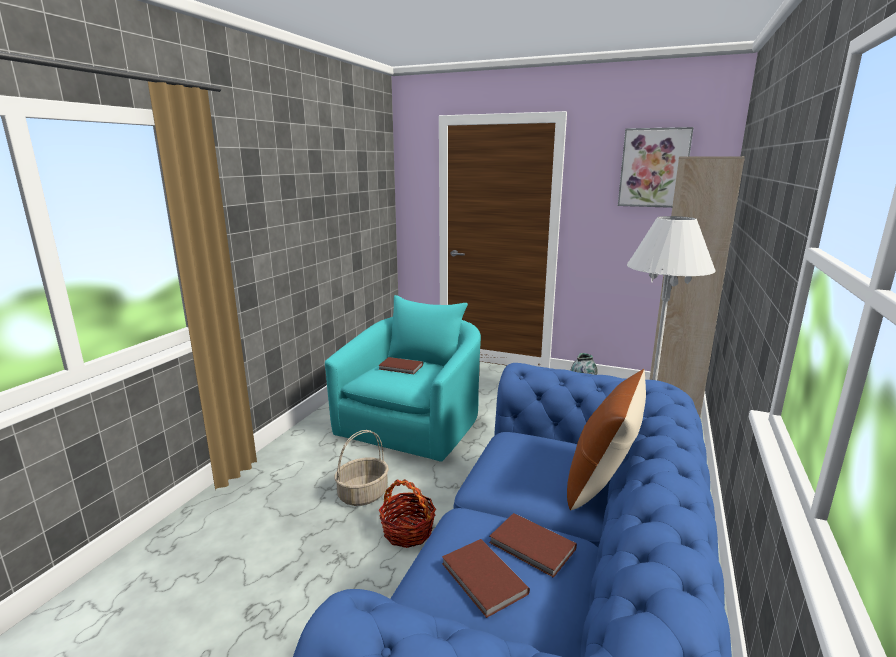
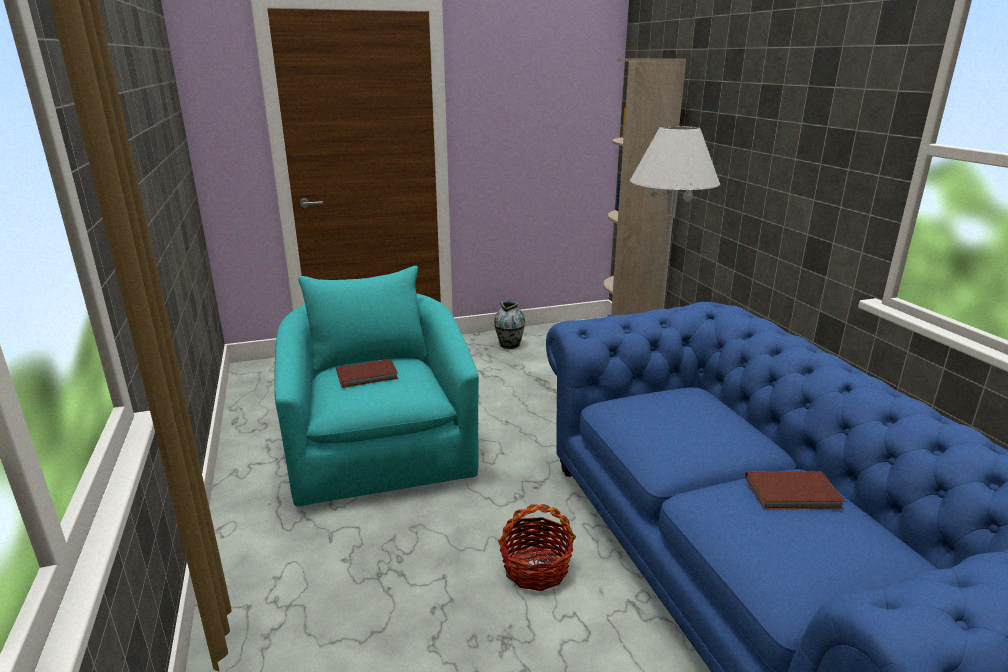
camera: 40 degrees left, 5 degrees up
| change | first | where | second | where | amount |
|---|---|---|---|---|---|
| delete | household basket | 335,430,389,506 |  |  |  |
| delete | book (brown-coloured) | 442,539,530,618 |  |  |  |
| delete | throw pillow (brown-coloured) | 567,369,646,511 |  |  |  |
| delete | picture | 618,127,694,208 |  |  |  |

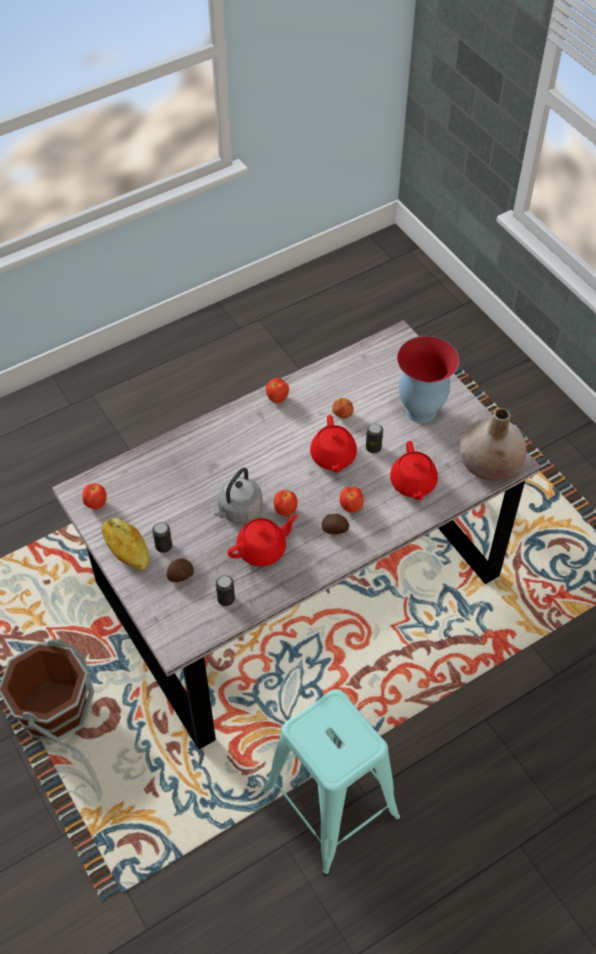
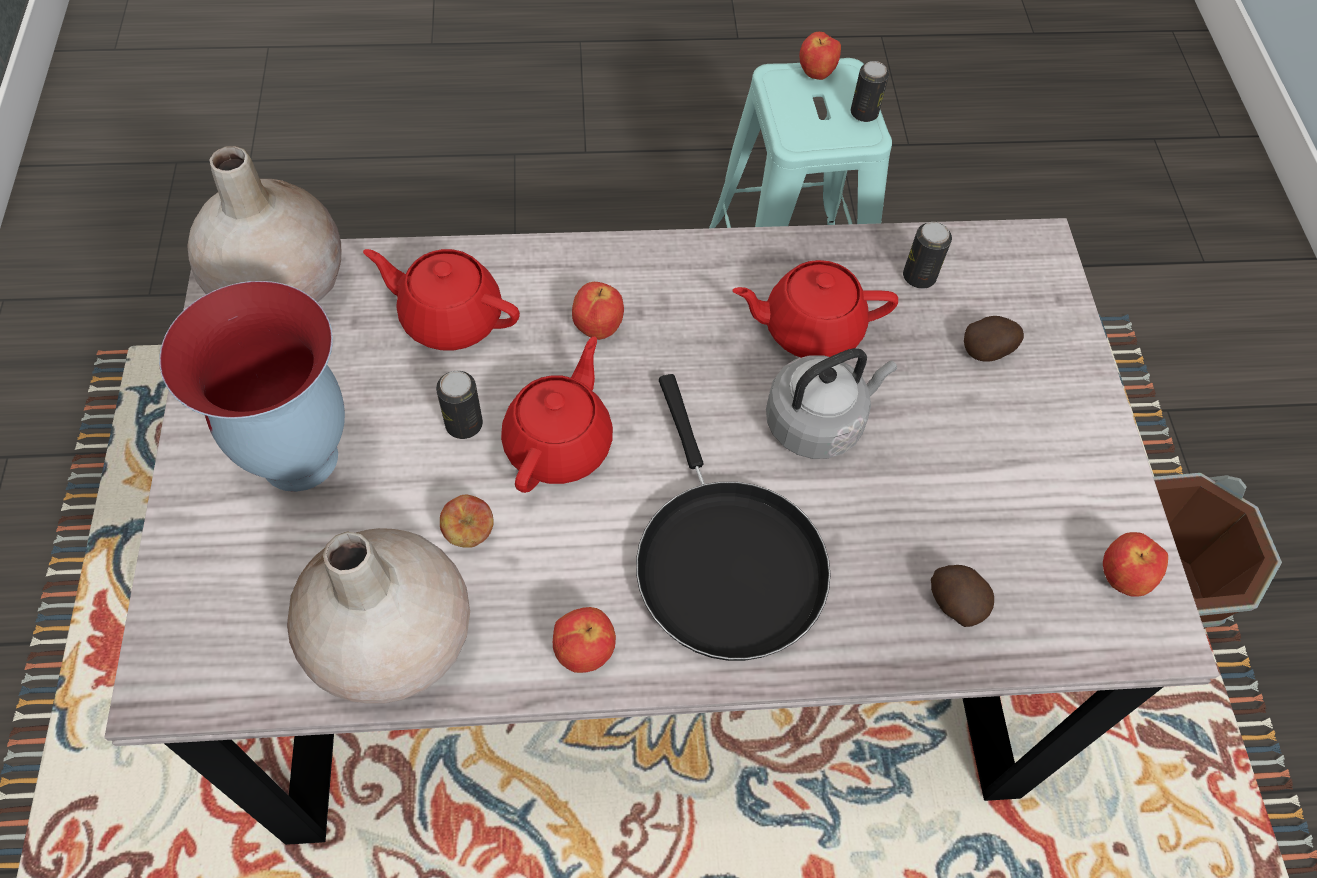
camera: 155 degrees left, 5 degrees up
| change | first | where | second | where | amount |
|---|---|---|---|---|---|
| delete | bread | 102,518,149,571 |  |  |  |
| insert |  |  | vase (beige) | 287,528,470,703 |  |
| insert |  |  | frying pan (black) | 636,374,831,661 |  |
| move | sealed can | 152,522,172,553 |  | 851,61,889,122 |  |
| move | whole apple | 274,490,298,516 |  | 799,32,841,80 |  |
| move | spud | 322,514,349,534 |  | 931,565,994,627 |  |
| rotate | pot for tea (red) | 390,441,438,500 |  | 363,249,520,351 | 90 degrees counterclockwise |

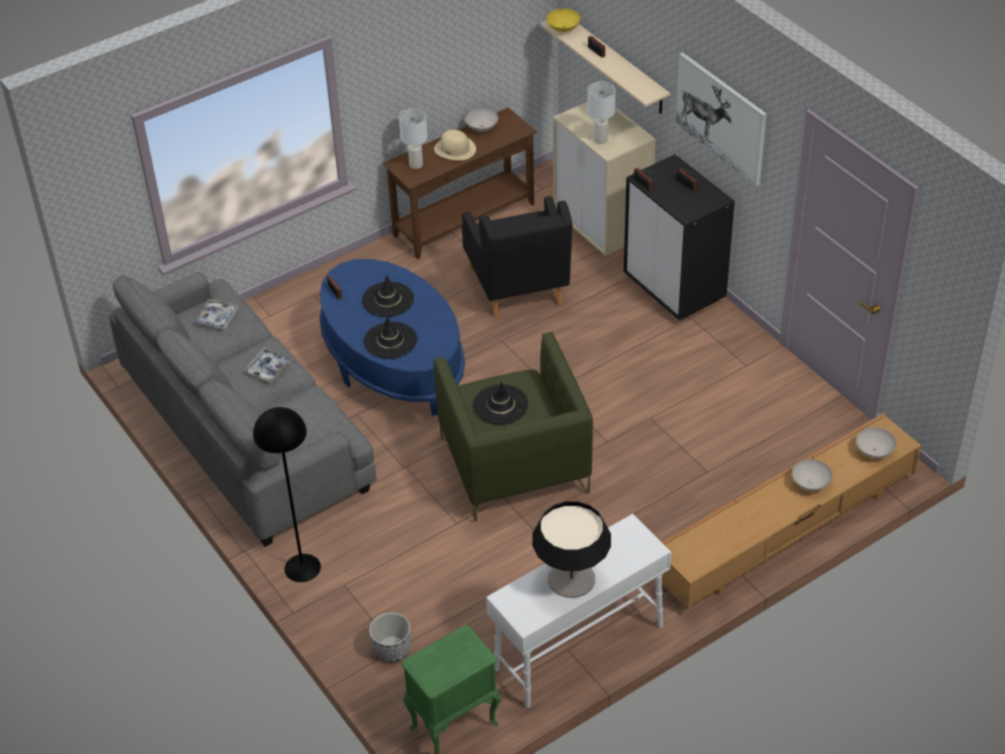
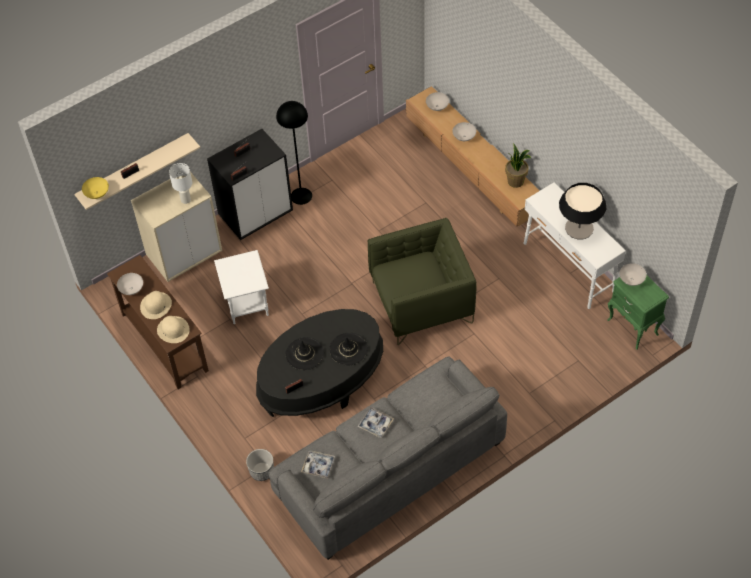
camera: 90 degrees left, 10 degrees up
| change | first | where | second | where | amount |
|---|---|---|---|---|---|
| delete | hat (black) | 473,382,528,425 |  |  |  |
| delete | picture | 676,52,767,186 |  |  |  |
| insert |  |  | plant in a pot | 505,144,531,188 |  |
| insert |  |  | bowl (whitish) | 620,263,646,286 |  |
| move | standing lamp (black) | 253,407,321,582 |  | 276,101,312,205 |  |
| move | planter | 369,612,411,662 |  | 246,449,274,481 |  |
| replace | table lamp (whitish) | 399,108,428,169 | hat (beige) | 157,316,190,343 |  |
| replace | easy chair (black) | 462,196,572,318 | accent table (whitish) | 214,250,269,324 |  |
| recolor | low table (blue-coloured) | 319,259,465,416 | low table (black) | 256,309,383,417 |  |

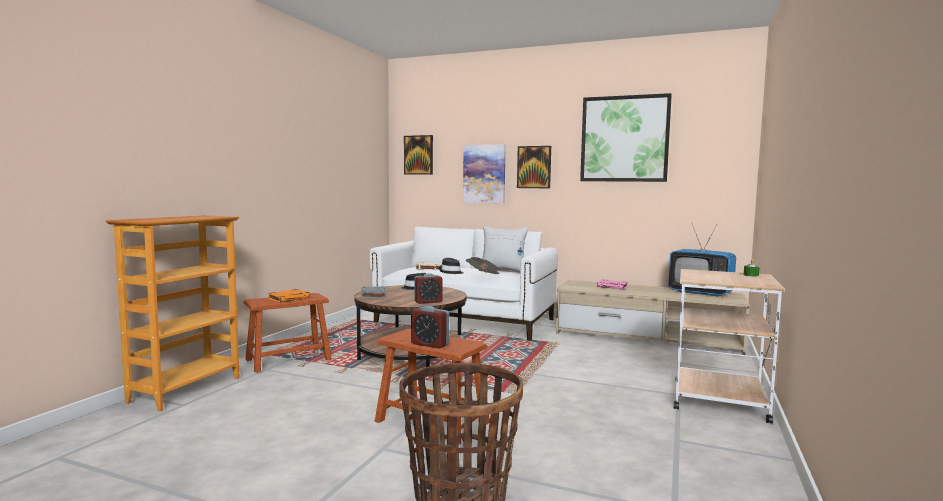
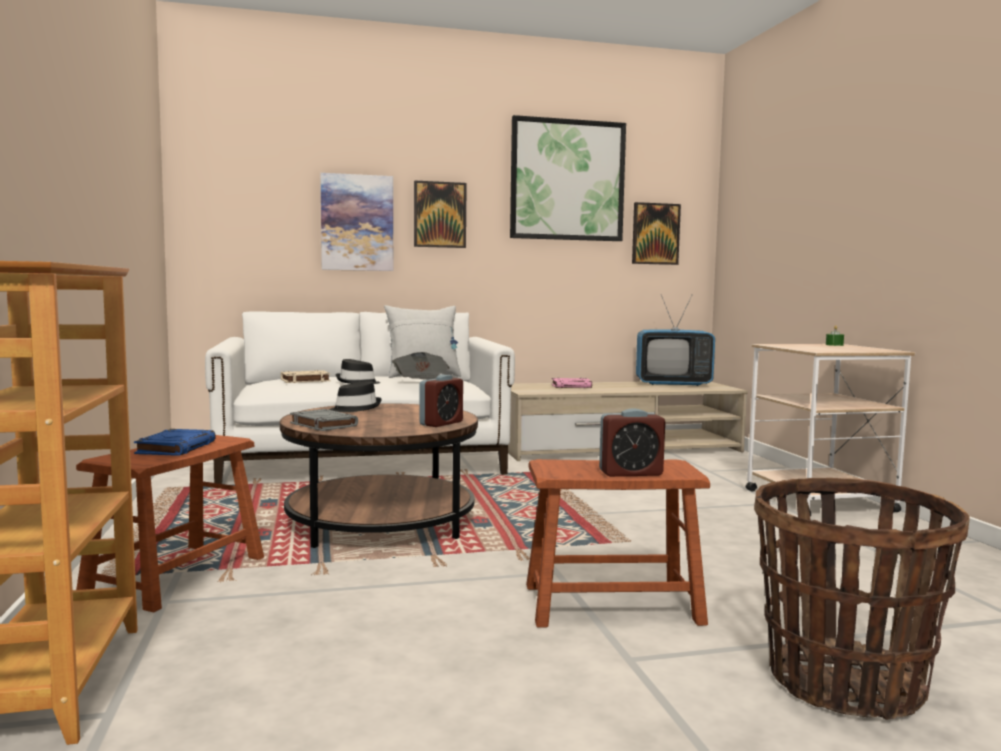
camera: 35 degrees left, 0 degrees up
| change | first | where | second | where | amount |
|---|---|---|---|---|---|
| move | picture | 404,135,433,175 |  | 632,202,681,265 |  |
| recolor | book (orange) | 268,289,310,302 | book (blue-coloured) | 134,429,216,456 |  |

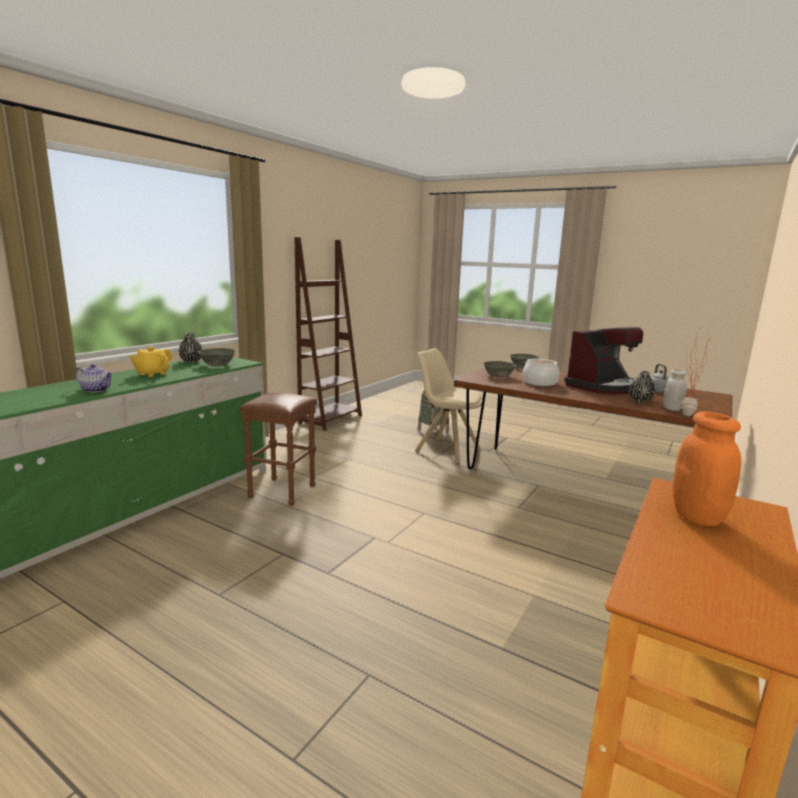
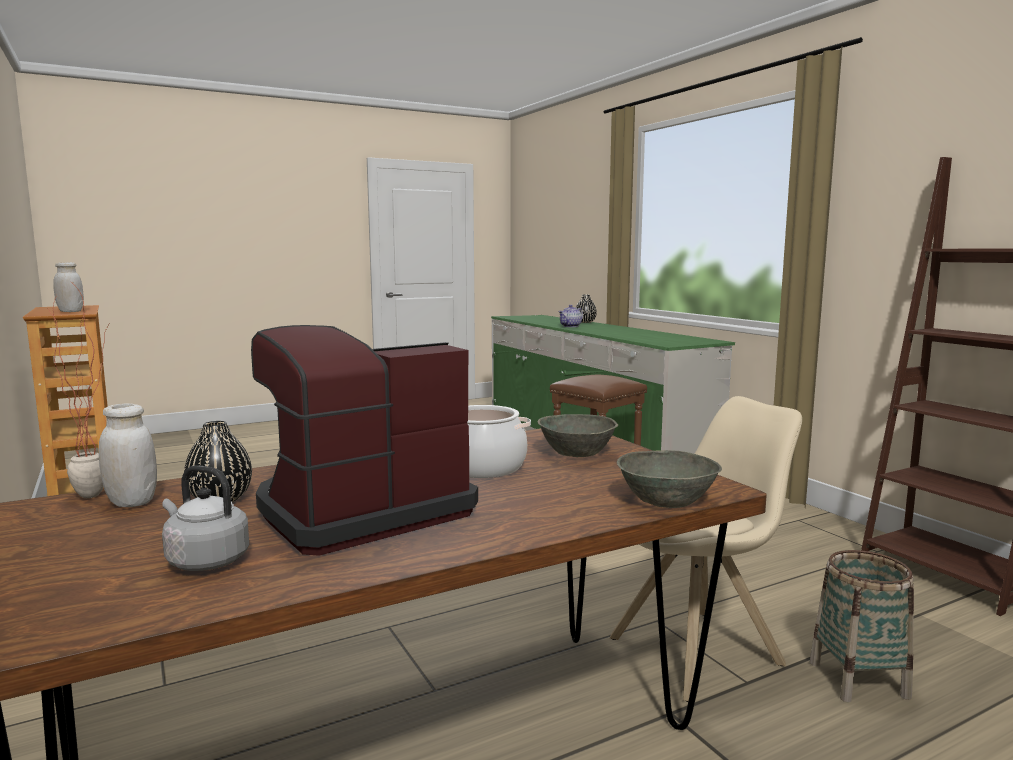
camera: 120 degrees right, 5 degrees down
| change | first | where | second | where | amount |
|---|---|---|---|---|---|
| delete | pot for tea (yellow-coloured) | 129,347,173,377 |  |  |  |
| delete | bowl (greyish) | 198,348,236,367 |  |  |  |
| move | vase (black) | 179,333,203,362 |  | 576,295,597,323 |  |
| recolor | storage jar (orange) | 673,411,741,526 | storage jar (whitish) | 53,262,84,312 |  |
| rotate | coffee brewer | 564,327,643,394 |  | 251,325,478,556 | 60 degrees clockwise |

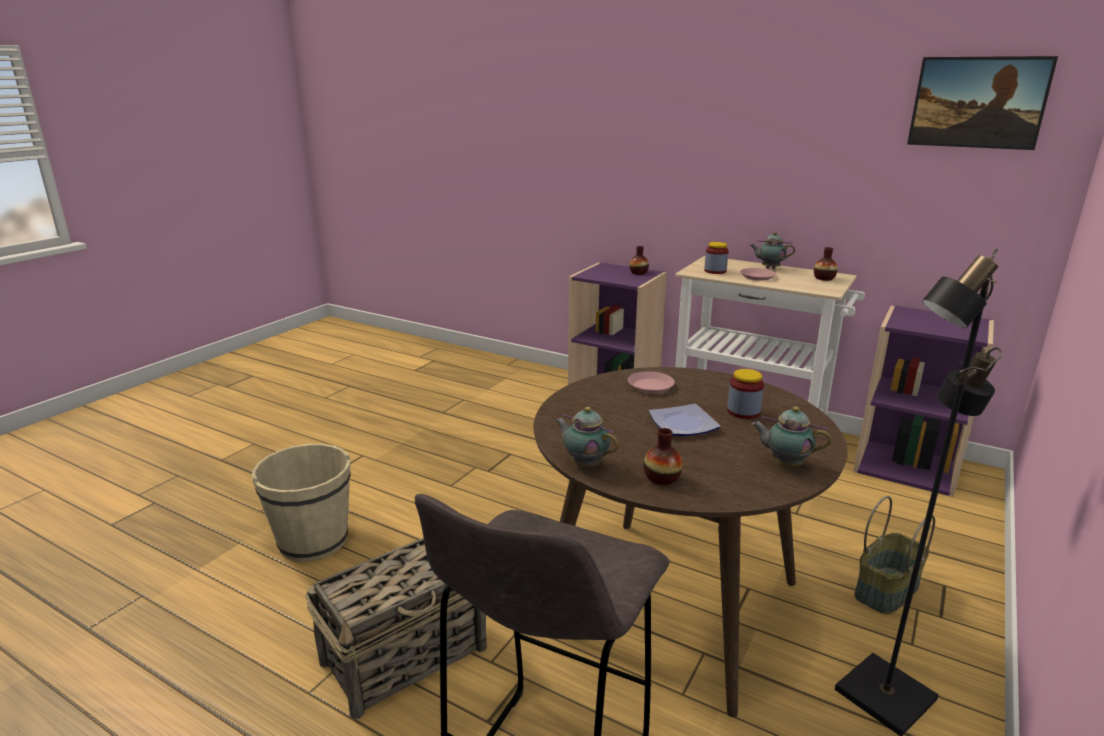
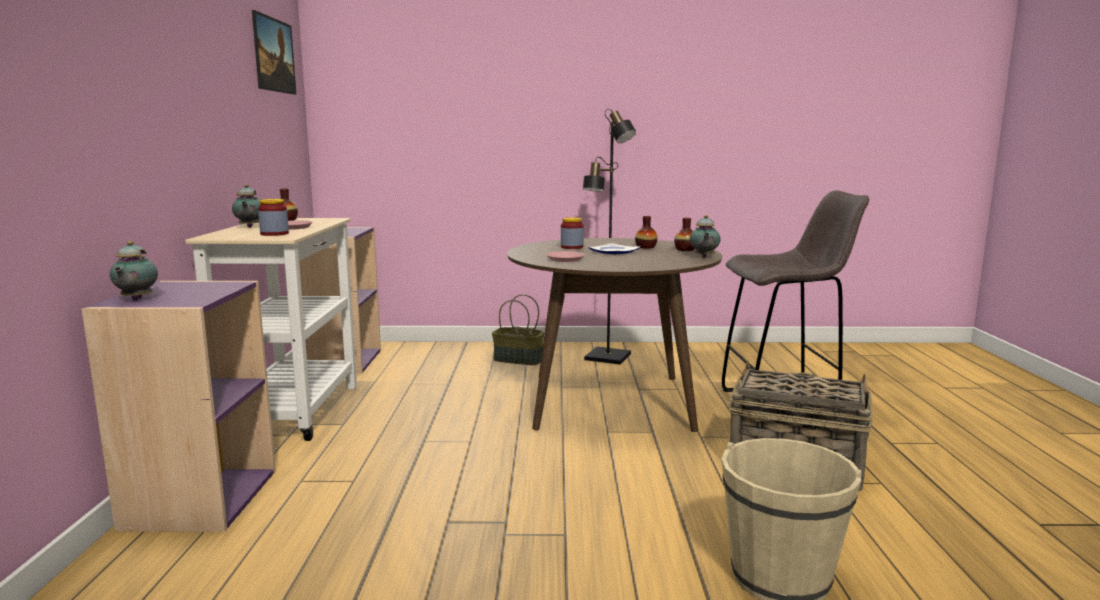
camera: 120 degrees left, 10 degrees down
| change | first | where | second | where | amount |
|---|---|---|---|---|---|
| move | vase | 630,246,649,275 |  | 635,216,658,249 |  |
| move | pot for tea | 751,406,831,466 |  | 110,241,158,300 |  |

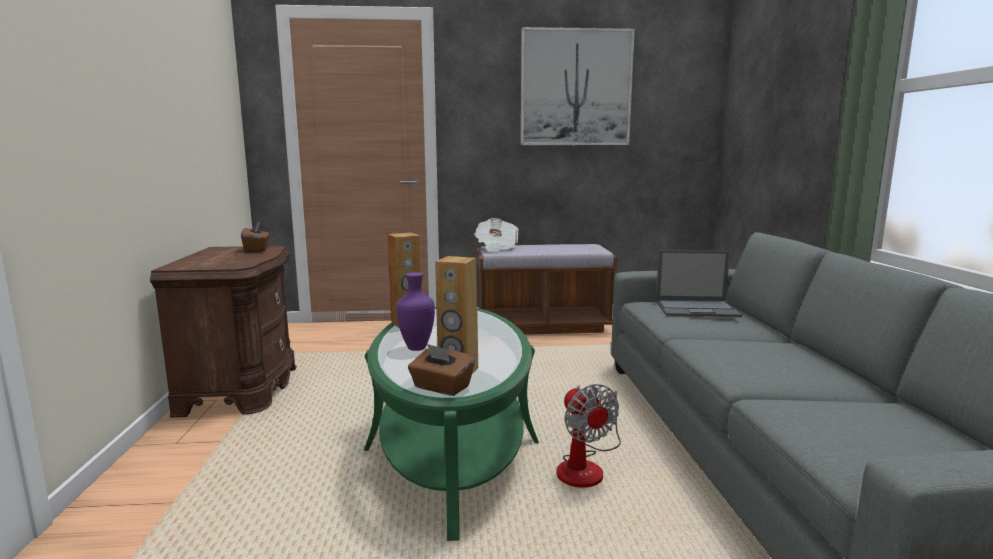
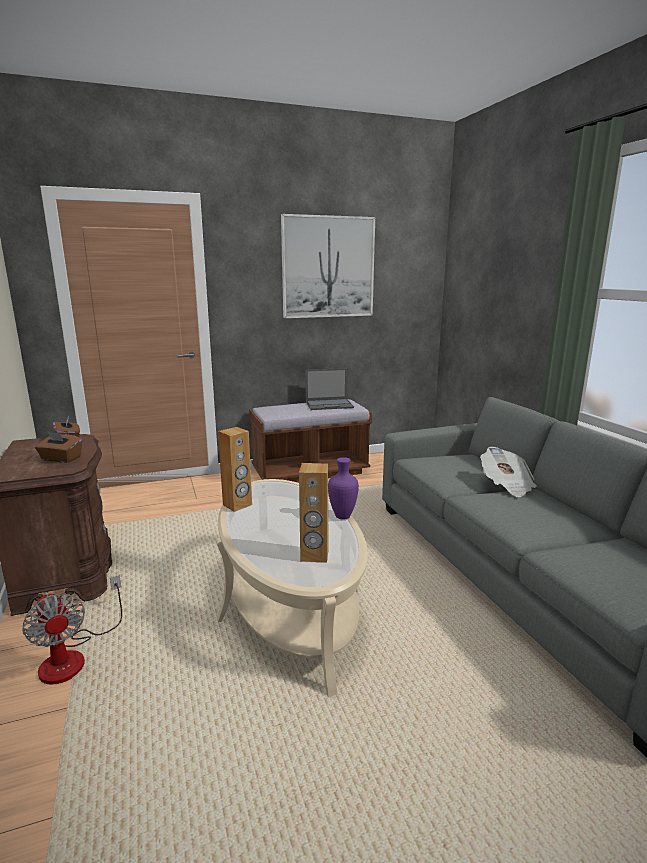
camera: 15 degrees left, 5 degrees up
| change | first | where | second | where | amount |
|---|---|---|---|---|---|
| move | vase (purple-coloured) | 396,272,435,351 |  | 328,457,359,520 |  |
| move | tissue holder (brown-coloured) | 408,344,475,396 |  | 35,432,82,463 |  |
| move | newspaper | 474,218,519,252 |  | 480,447,537,497 |  |
| move | fan | 557,384,621,488 |  | 22,575,122,685 |  |
| move | laptop | 656,250,742,317 |  | 305,368,354,410 |  |
| recolor | low table (green) | 364,307,539,541 | low table (beige) | 216,479,368,697 |  |

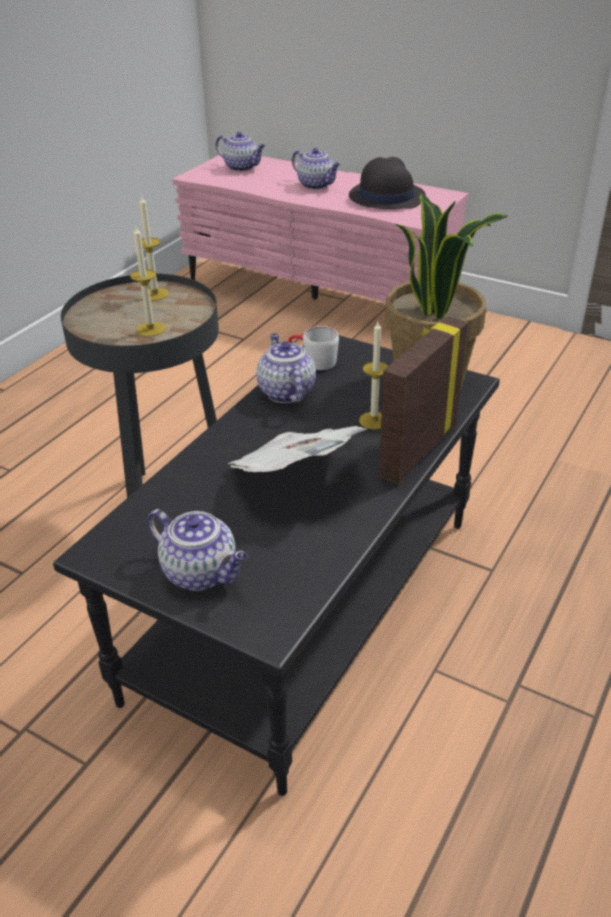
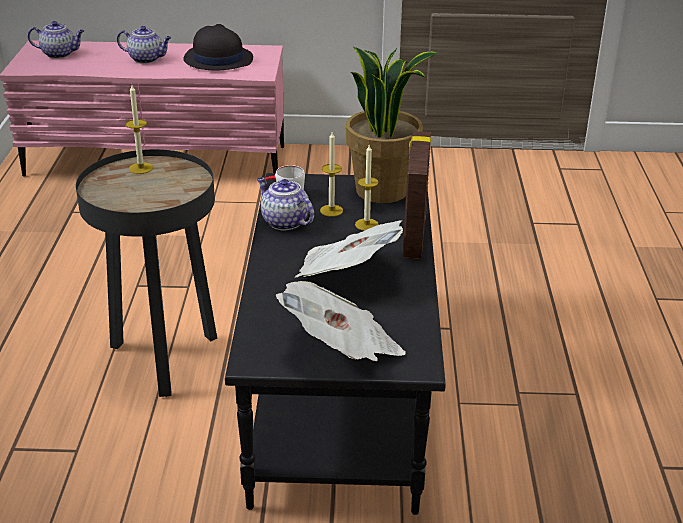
camera: 30 degrees left, 5 degrees down
| change | first | where | second | where | amount |
|---|---|---|---|---|---|
| move | candle | 130,226,166,337 |  | 320,132,343,217 |  |
| replace | pot for tea | 147,509,248,591 | newspaper | 276,281,406,361 |  |

